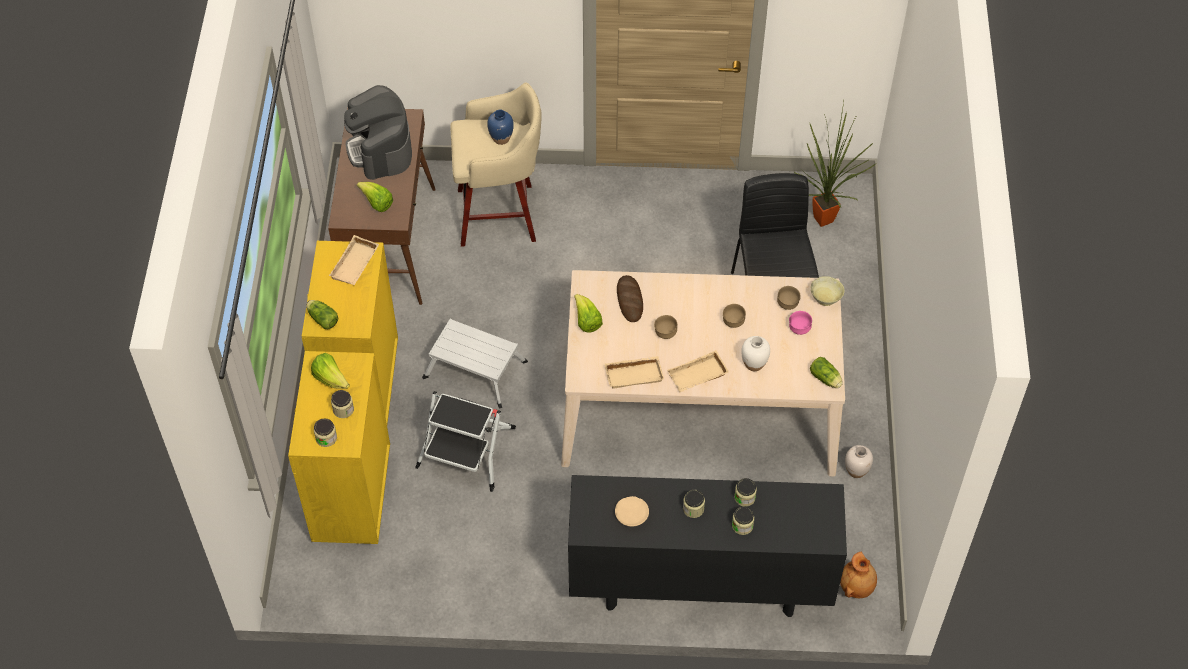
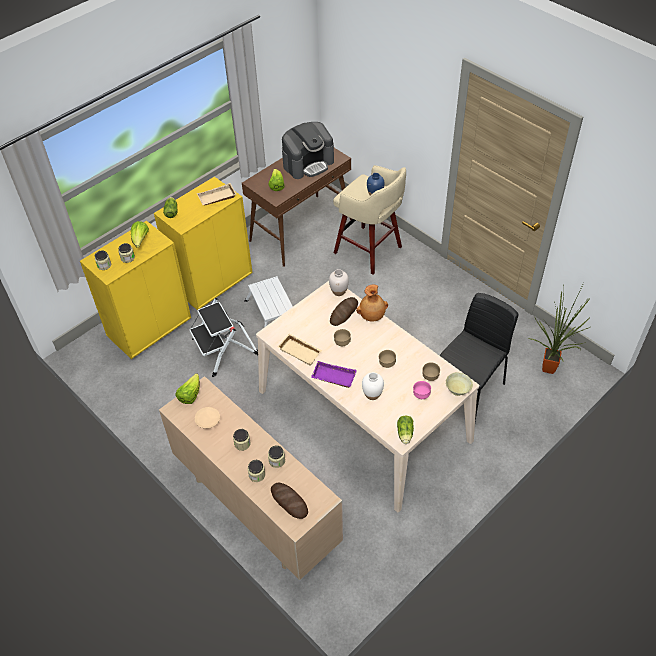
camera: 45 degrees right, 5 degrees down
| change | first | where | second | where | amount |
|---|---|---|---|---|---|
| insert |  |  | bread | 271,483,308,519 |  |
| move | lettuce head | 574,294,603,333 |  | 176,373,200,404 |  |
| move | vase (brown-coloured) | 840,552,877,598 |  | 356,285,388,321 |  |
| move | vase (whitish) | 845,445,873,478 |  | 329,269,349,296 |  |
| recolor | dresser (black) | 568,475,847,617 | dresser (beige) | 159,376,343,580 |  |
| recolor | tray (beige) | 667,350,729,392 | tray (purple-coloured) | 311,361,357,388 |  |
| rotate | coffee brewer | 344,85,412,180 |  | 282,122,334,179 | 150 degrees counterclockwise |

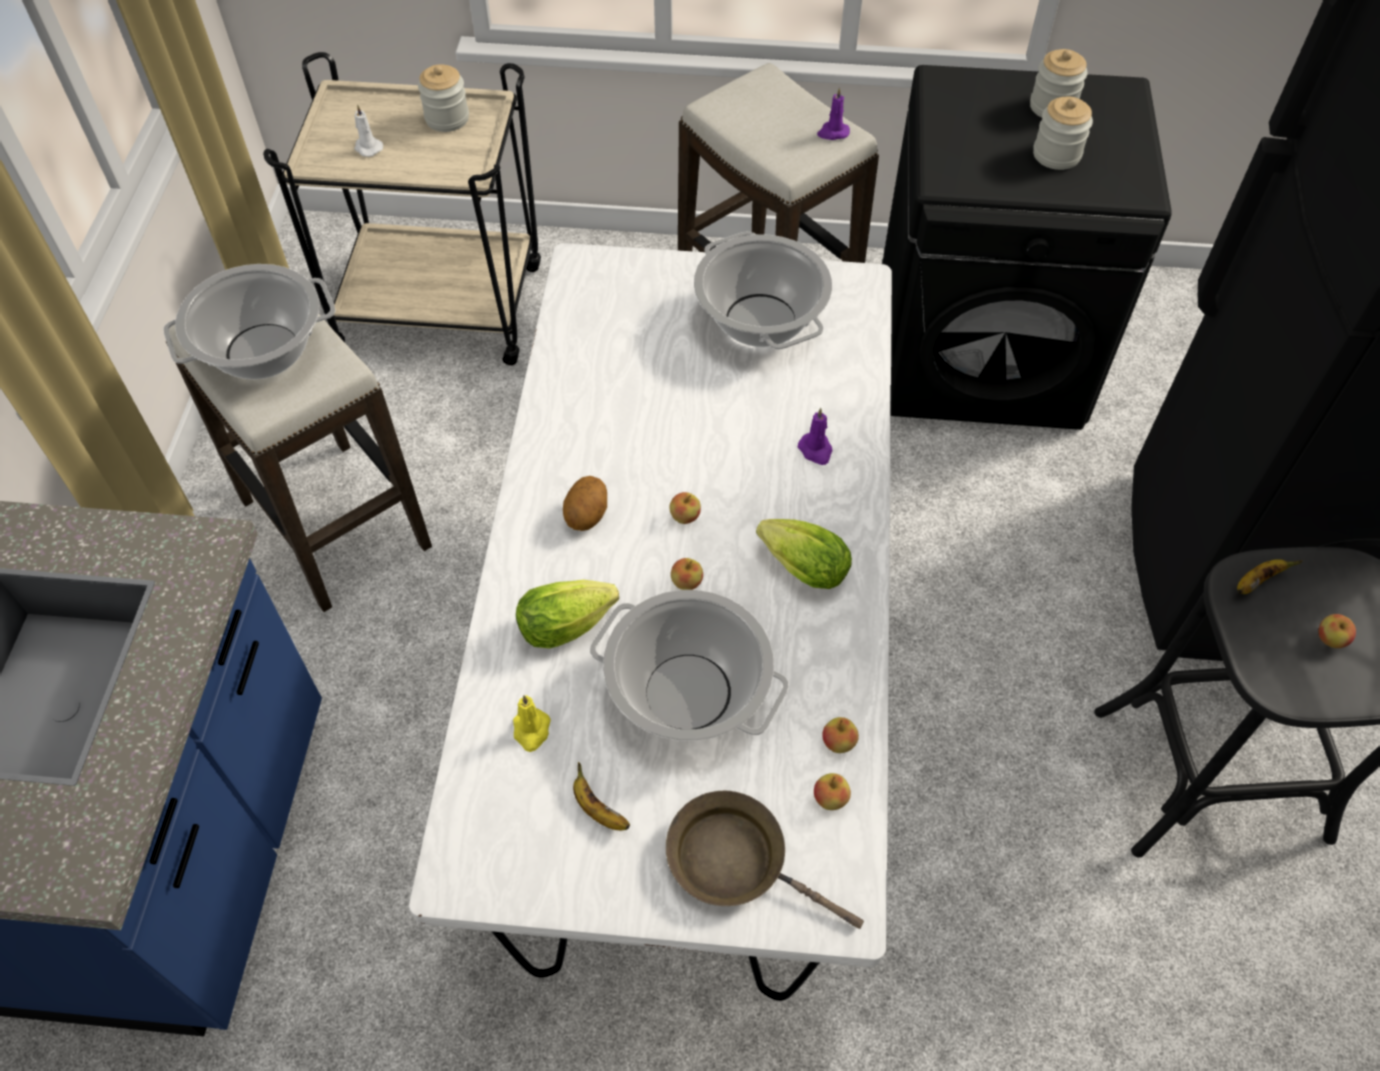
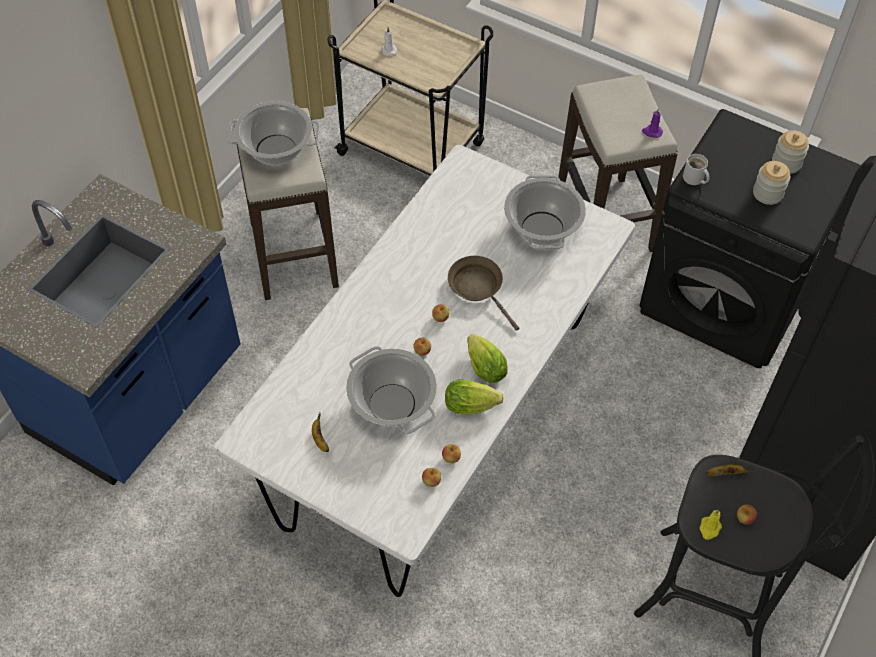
camera: 25 degrees right, 0 degrees up
| change | first | where | second | where | amount |
|---|---|---|---|---|---|
| delete | storage jar | 418,64,469,132 |  |  |  |
| delete | spud | 563,476,607,531 |  |  |  |
| delete | candle (purple-coloured) | 798,408,833,465 |  |  |  |
| insert |  |  | coffee mug (whitish) | 683,154,710,185 |  |
| move | candle (yellow-coloured) | 513,695,551,752 |  | 699,510,722,540 |  |
| move | lettuce head | 516,580,619,648 |  | 445,380,504,414 |  |
| move | frying pan (brown-coloured) | 666,791,864,929 |  | 448,256,519,331 |  |

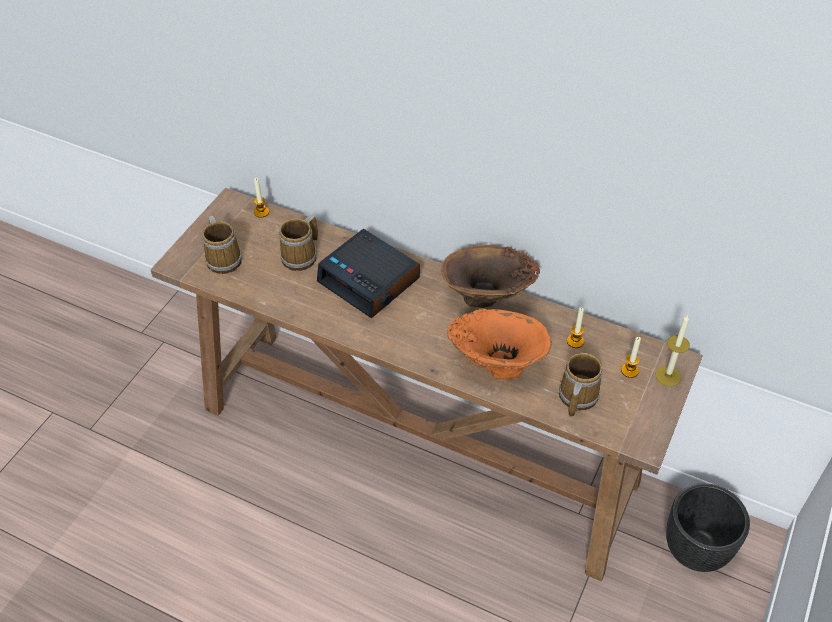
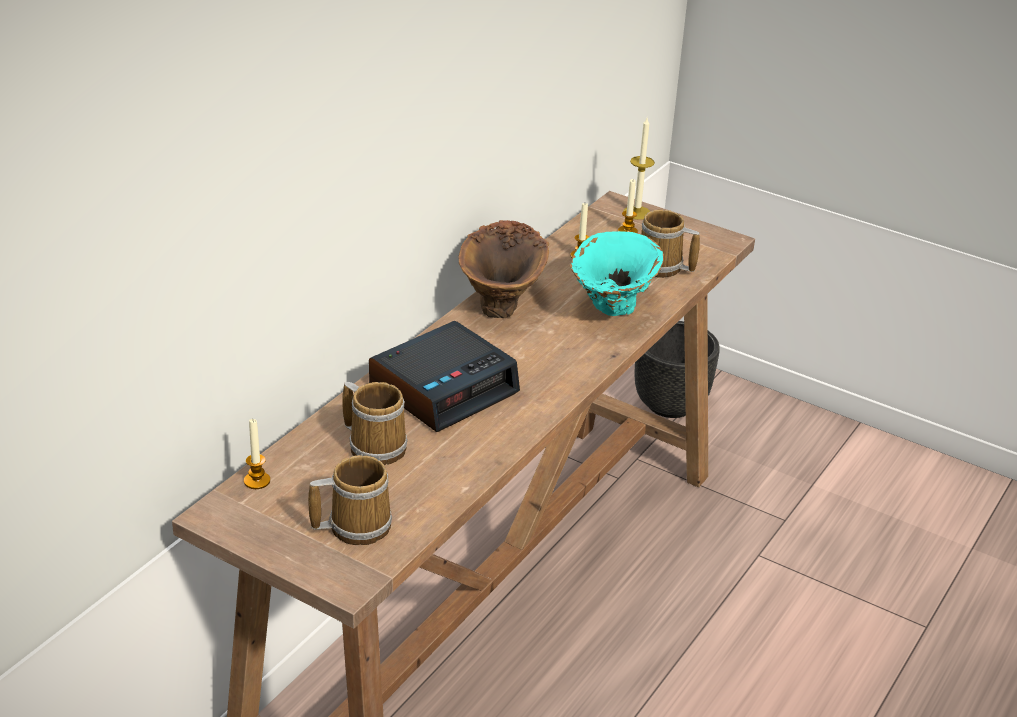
camera: 85 degrees left, 15 degrees down
| change | first | where | second | where | amount |
|---|---|---|---|---|---|
| recolor | vase (orange) | 447,308,552,380 | vase (blue-green) | 570,231,664,316 |  |

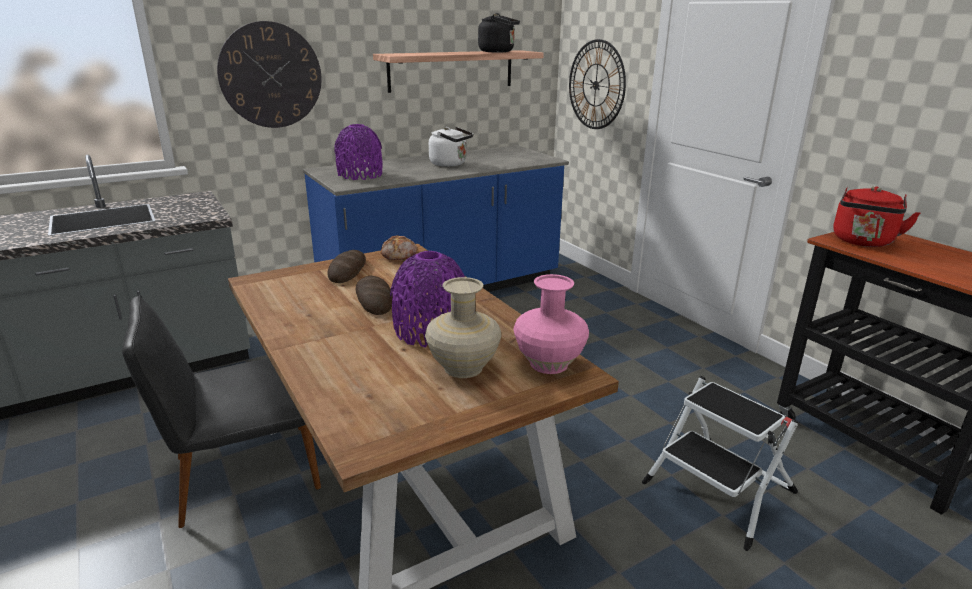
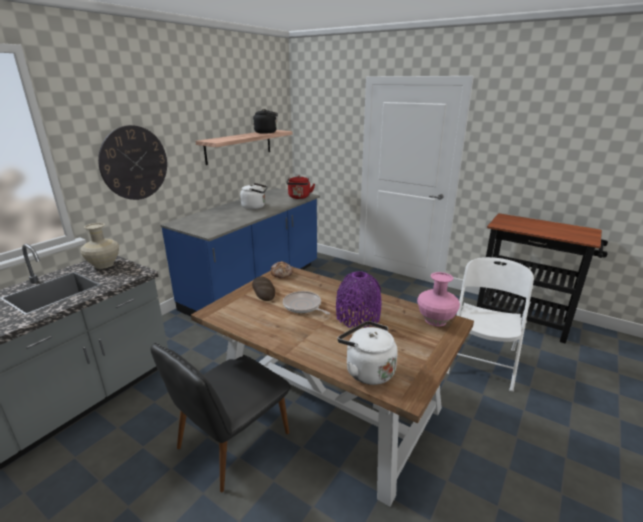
camera: 25 degrees left, 0 degrees up
| change | first | where | second | where | amount |
|---|---|---|---|---|---|
| delete | vase (purple-coloured) | 334,124,382,180 |  |  |  |
| delete | wall clock | 569,39,626,129 |  |  |  |
| insert |  |  | kettle (whitish) | 338,321,398,385 |  |
| move | vase (beige) | 425,277,501,378 |  | 80,223,119,269 |  |
| move | kettle (red) | 833,186,921,247 |  | 287,176,315,199 |  |
| replace | bread | 356,275,393,315 | frying pan | 283,291,330,315 |  |
| replace | stepladder | 642,376,798,551 | upright chair (whitish) | 446,257,534,392 |  |

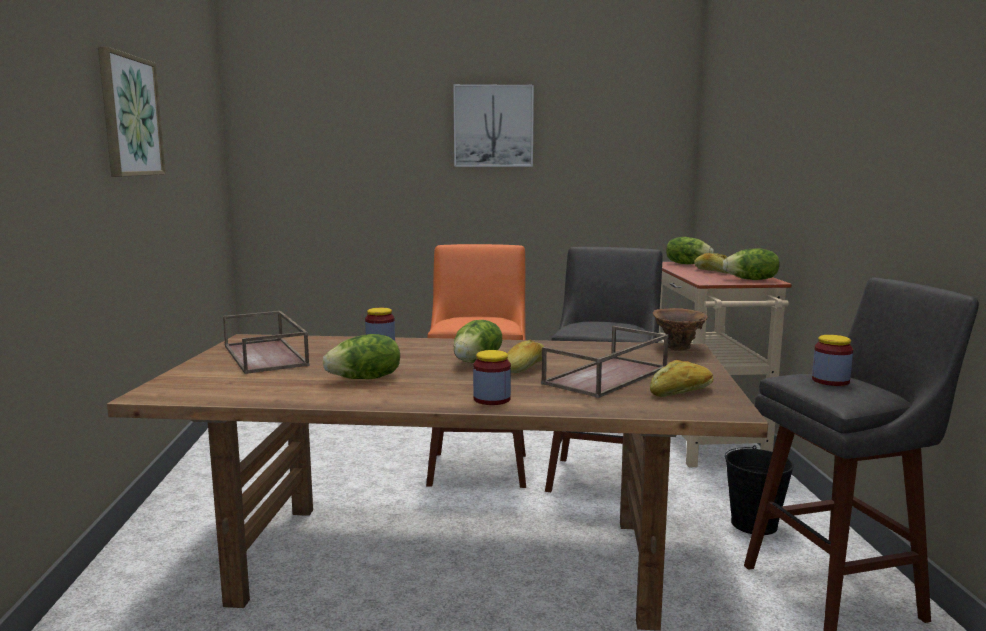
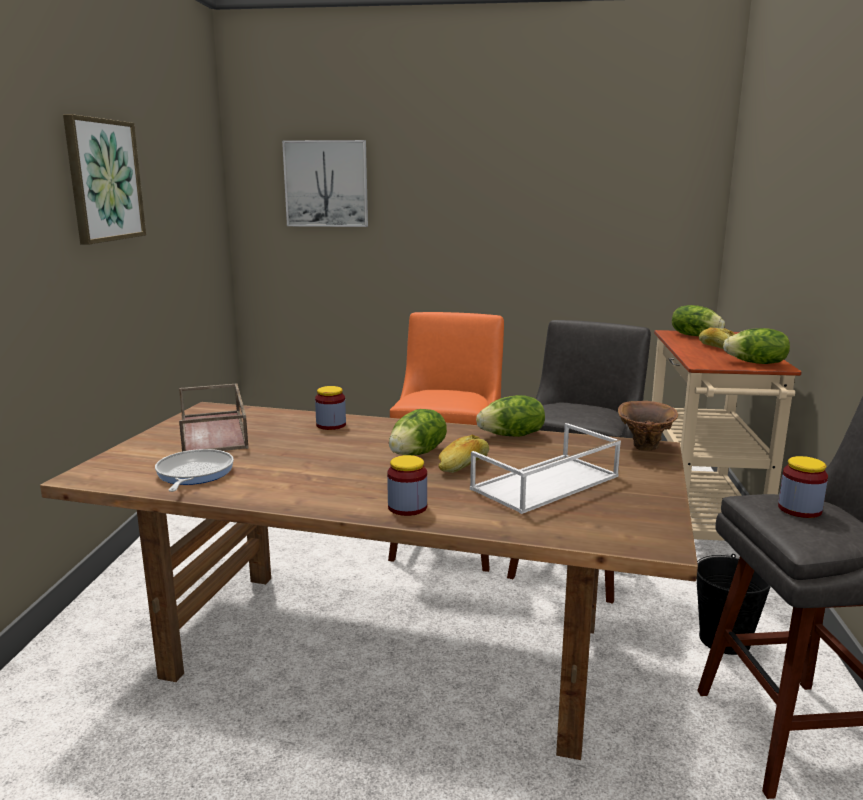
camera: 10 degrees right, 5 degrees up
| change | first | where | second | where | amount |
|---|---|---|---|---|---|
| delete | bread | 650,360,713,397 |  |  |  |
| insert |  |  | frying pan | 155,449,234,492 |  |
| move | lettuce head | 323,334,400,379 |  | 476,395,545,437 |  |
| move | picture | 453,84,534,167 |  | 282,140,368,227 |  |
| recolor | tray (brown-coloured) | 541,326,669,398 | tray (whitish) | 470,423,621,514 |  |

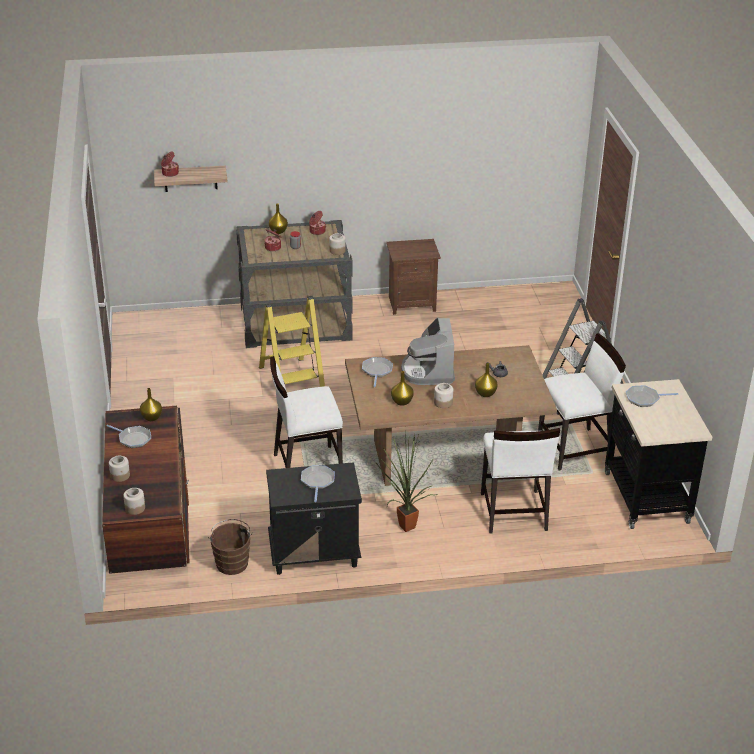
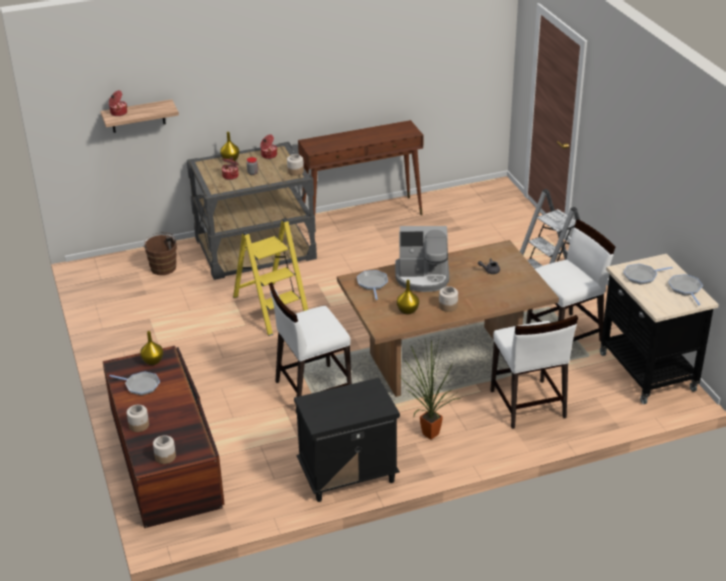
camera: 10 degrees left, 0 degrees up
| change | first | where | second | where | amount |
|---|---|---|---|---|---|
| delete | vase (yellow-coloured) | 475,363,498,397 |  |  |  |
| move | pail (brown-coloured) | 208,519,253,575 |  | 143,232,178,275 |  |
| move | frying pan | 301,465,335,502 |  | 668,274,703,305 |  |
| replace | bedside table (brown-coloured) | 386,239,441,315 | console table (brown-coloured) | 298,120,424,215 |  |
| rotate | coffee brewer | 401,318,455,385 |  | 395,226,449,292 | 75 degrees counterclockwise |

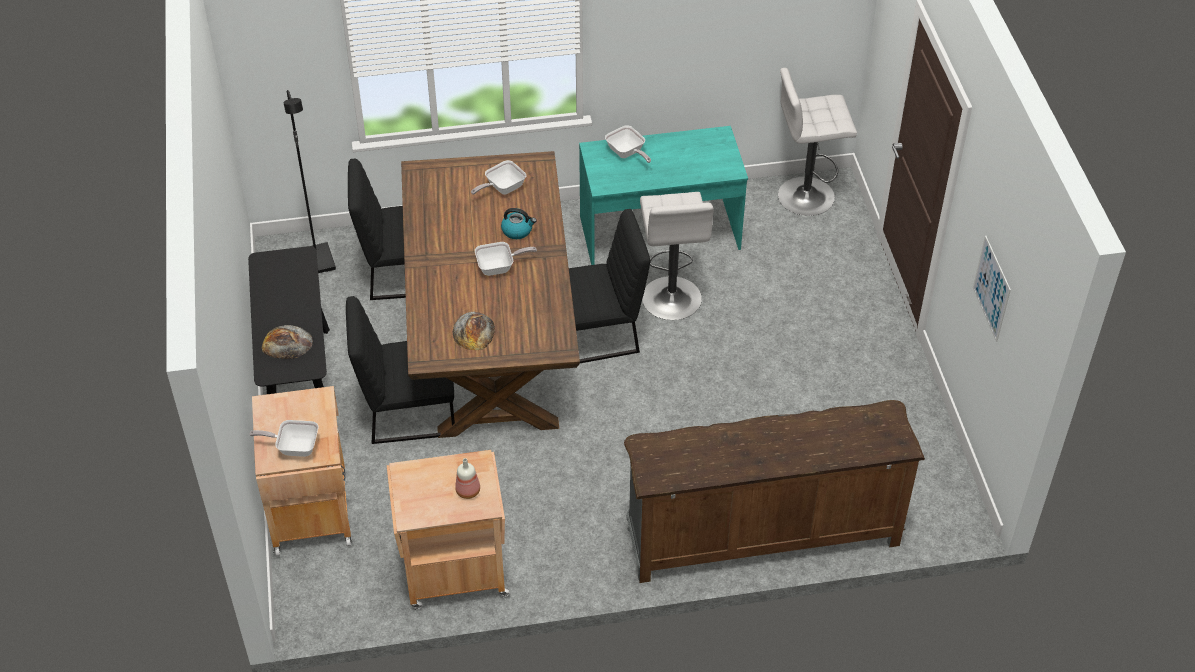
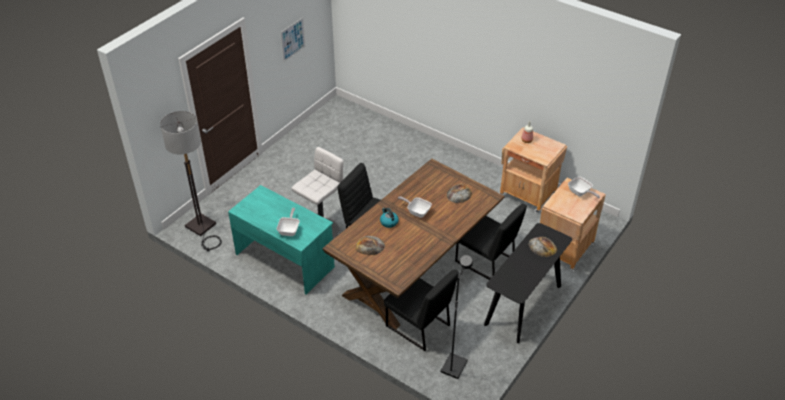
camera: 135 degrees left, 5 degrees down
| change | first | where | second | where | amount |
|---|---|---|---|---|---|
| delete | storage cabinet (greyish) | 624,400,925,583 |  |  |  |
| replace | frying pan | 471,160,526,195 | bread | 356,236,385,255 |  |
| replace | stool (whitish) | 778,68,857,216 | standing lamp | 160,111,222,251 |  |

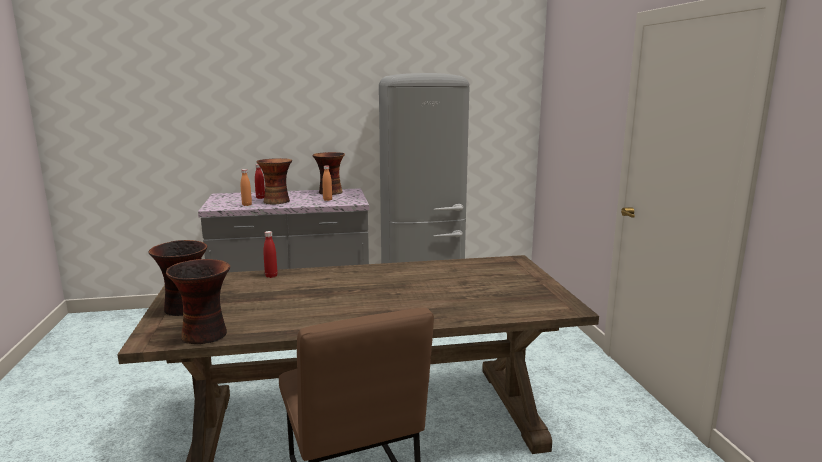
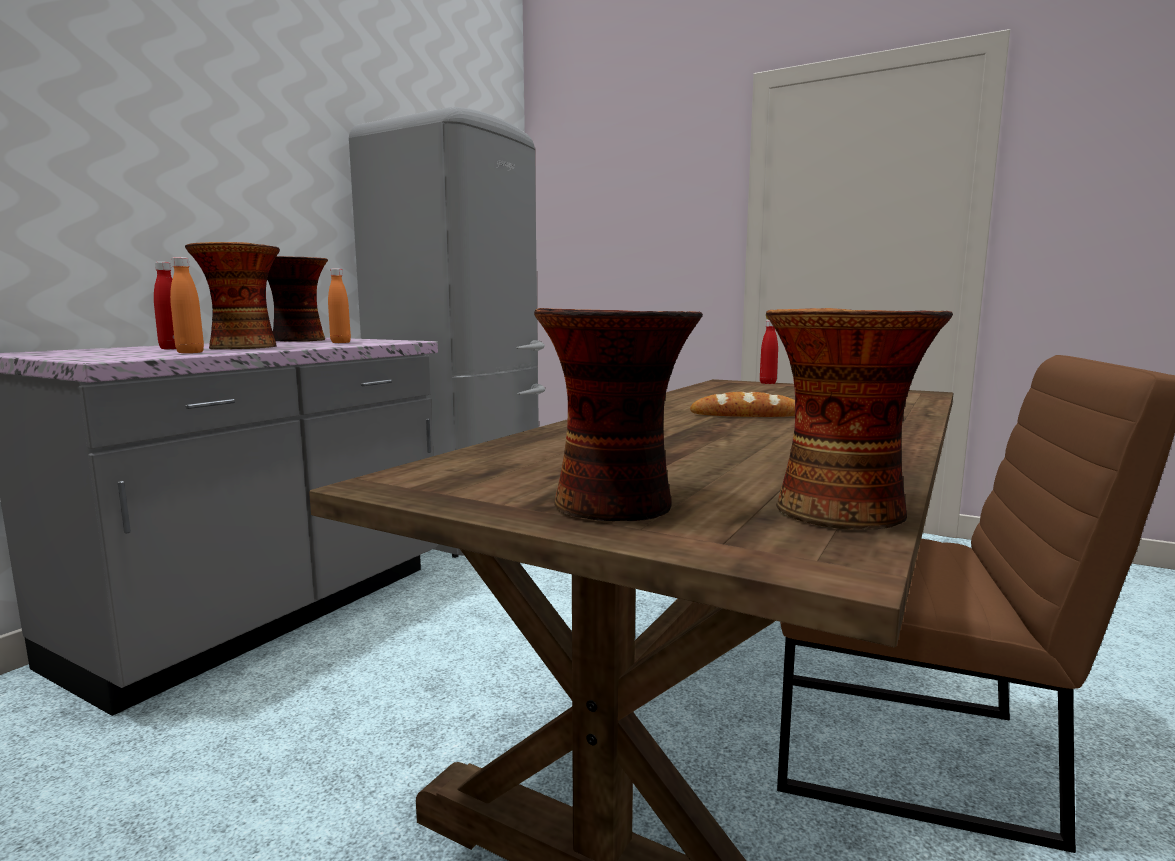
camera: 50 degrees left, 5 degrees down
| change | first | where | second | where | amount |
|---|---|---|---|---|---|
| insert |  |  | bread | 690,392,795,417 |  |
| move | beverage bottle (red) | 263,231,278,278 |  | 760,320,778,384 |  |

